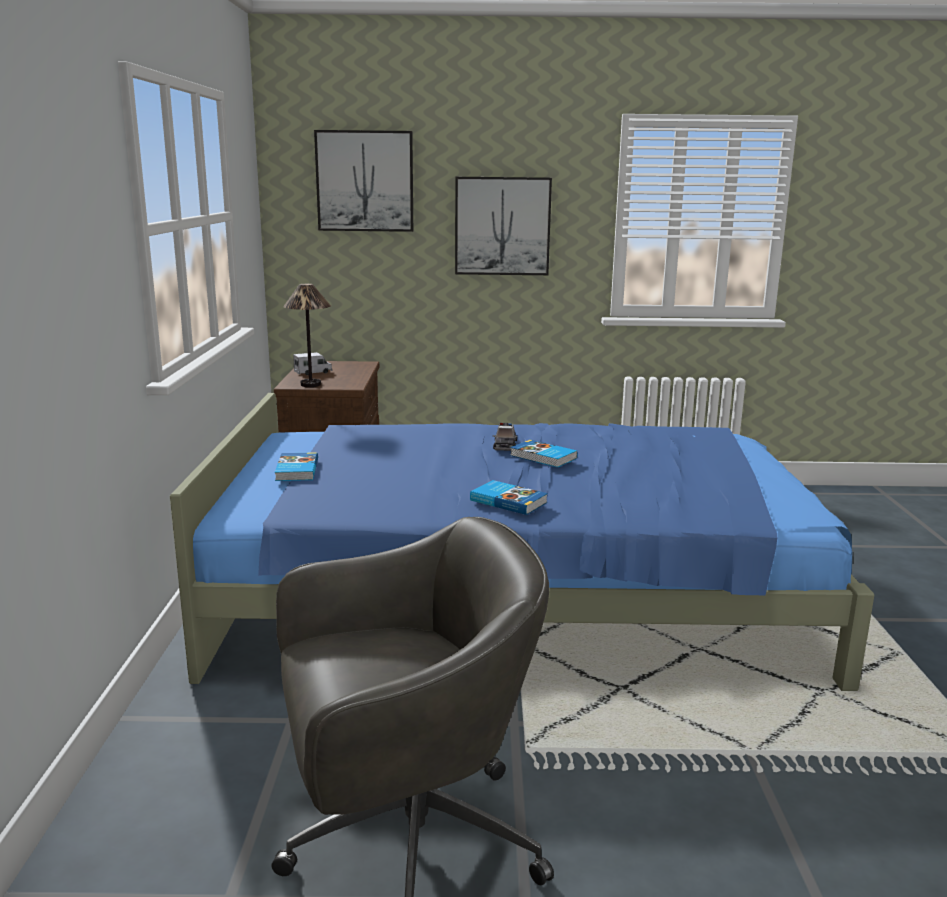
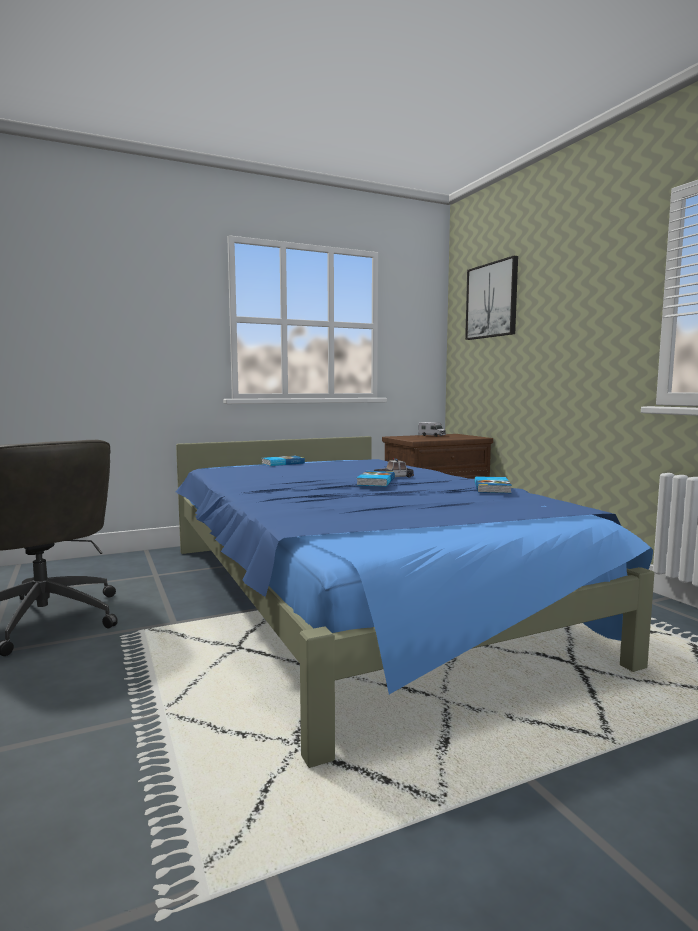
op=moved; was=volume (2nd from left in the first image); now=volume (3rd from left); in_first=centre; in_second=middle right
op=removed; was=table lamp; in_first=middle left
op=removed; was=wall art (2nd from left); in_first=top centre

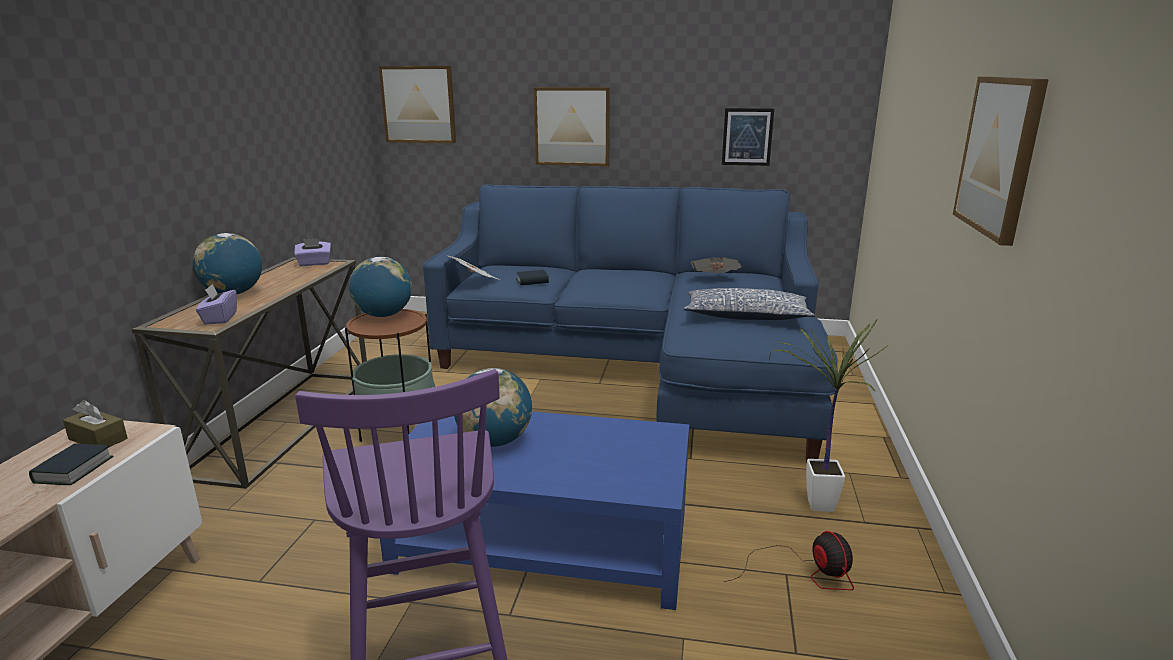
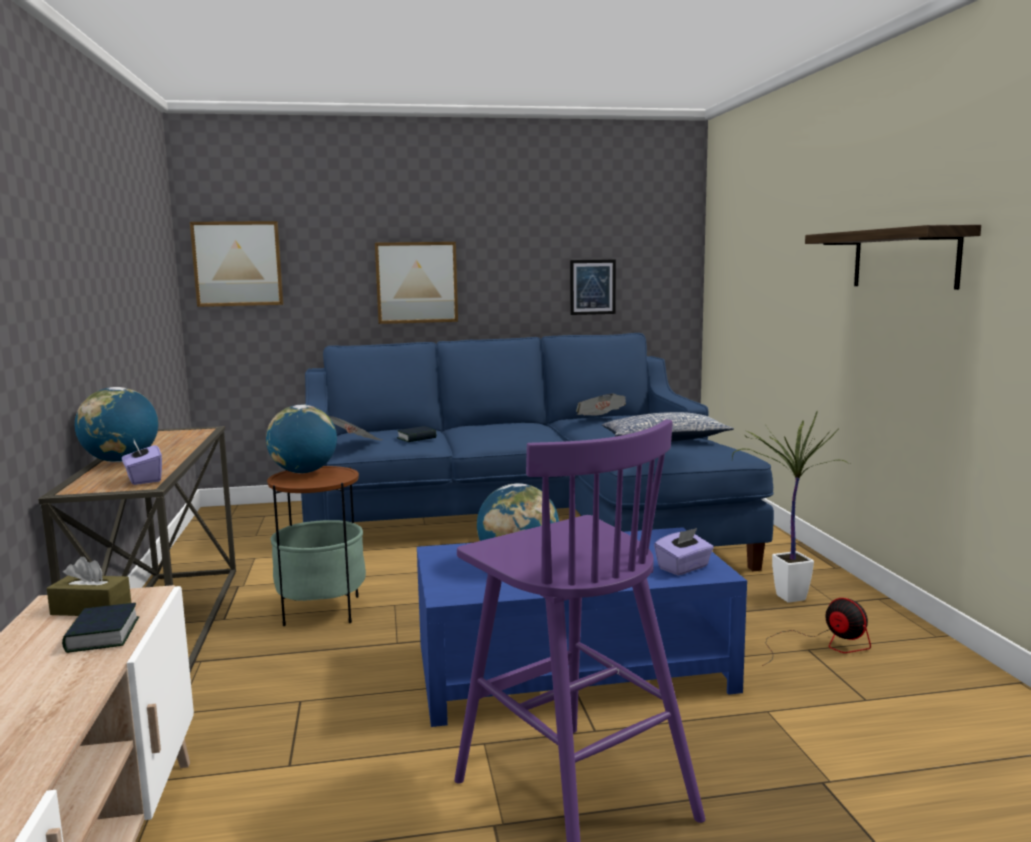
op=moved; was=purple-coloured box of tissues (2nd from left); in_first=middle left; in_second=centre
op=replaced; was=wall art (4th from left); now=bracket shelf; in_first=top right; in_second=top right

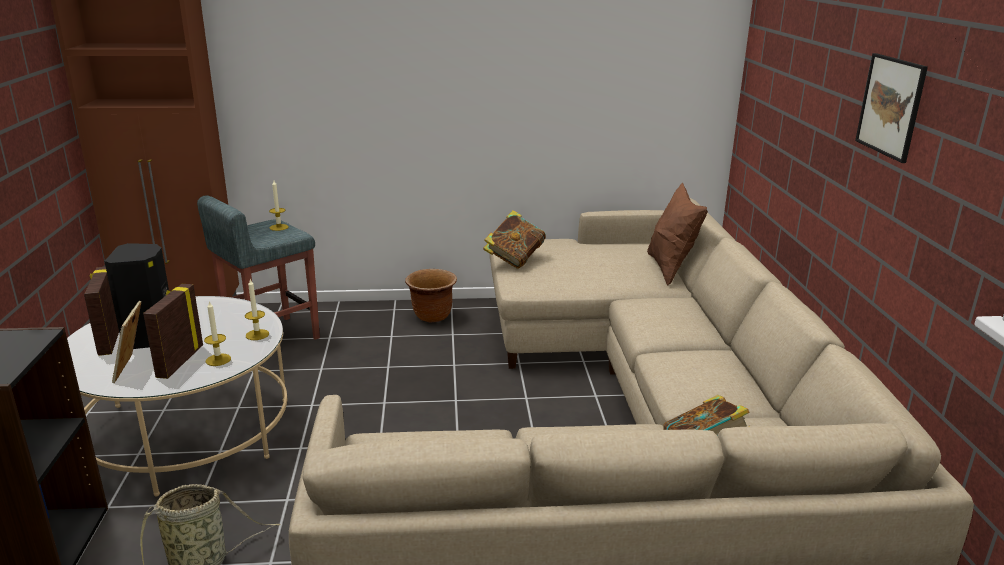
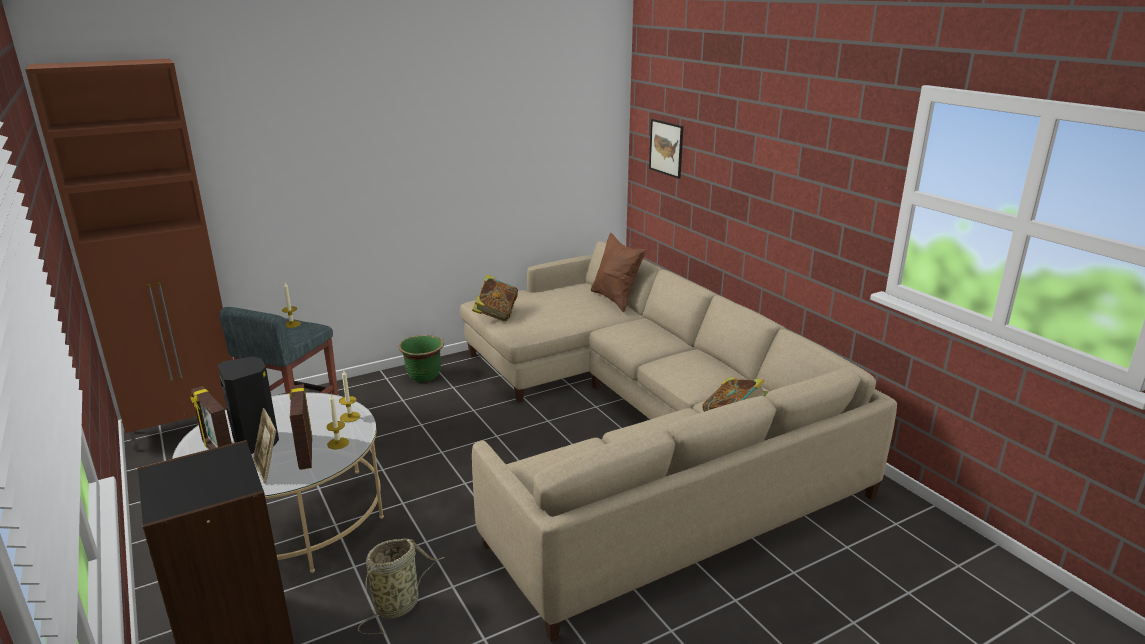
op=recoloured; was=brownish flower pot; now=greenish flower pot; in_first=centre; in_second=centre
op=moved; was=wall art; in_first=top right; in_second=top centre

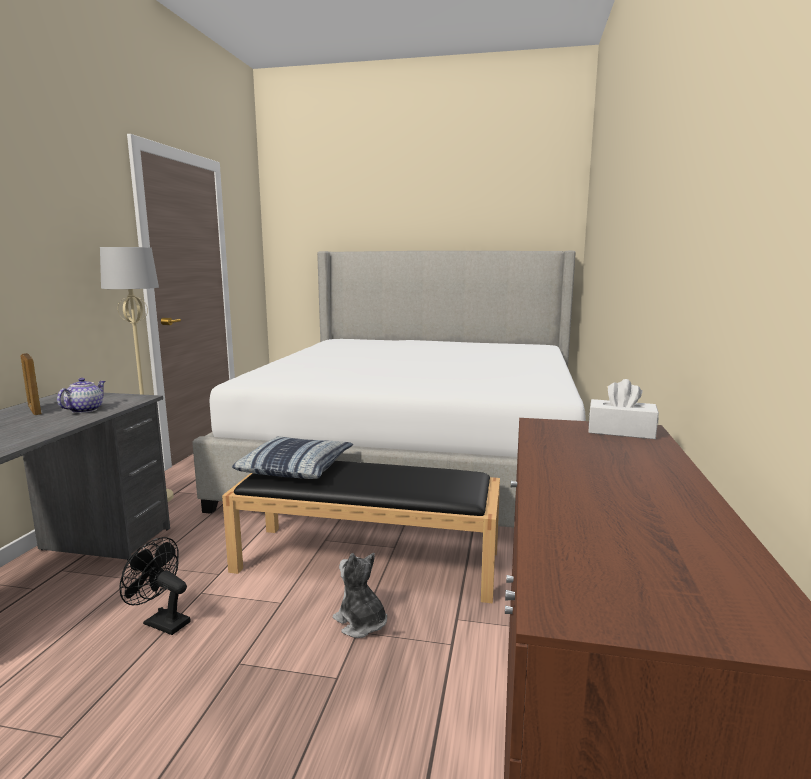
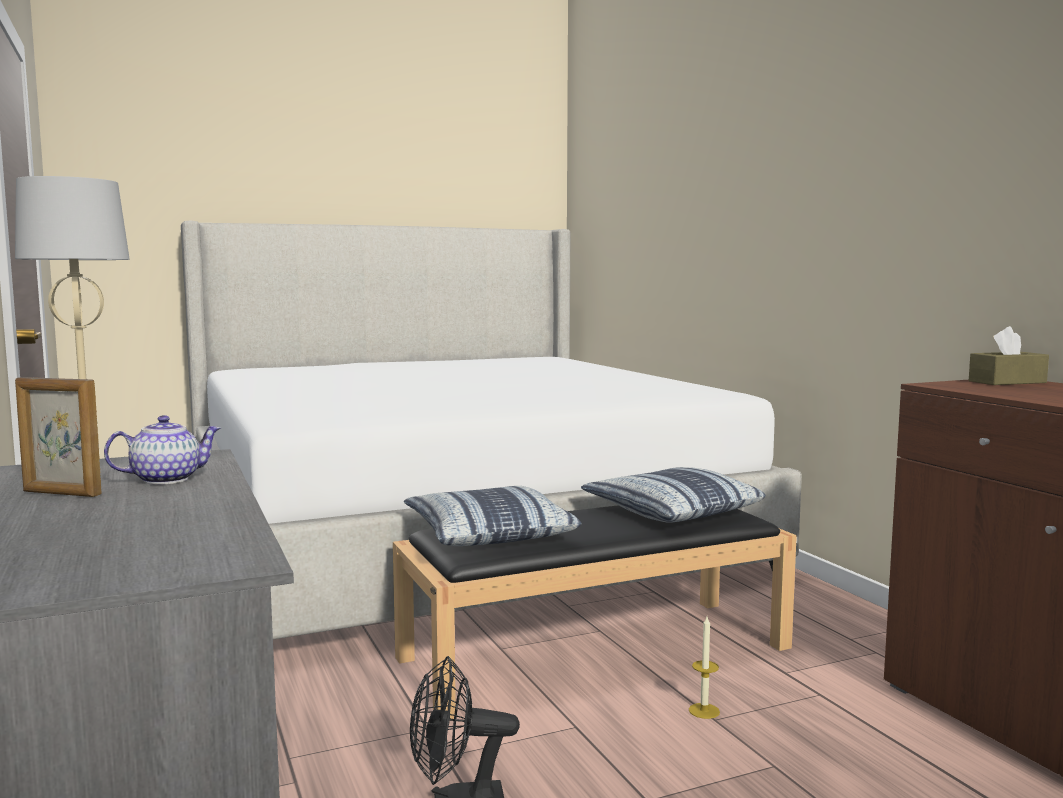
op=turned; was=tea pot; in_first=middle left; in_second=middle left; clockwise=75
op=added; now=throw pillow (2nd from left); in_second=centre
op=replaced; was=cuddly toy; now=candle; in_first=bottom centre; in_second=bottom centre
op=recoloured; was=white-coloured box of tissues; now=brownish box of tissues; in_first=middle right; in_second=middle right

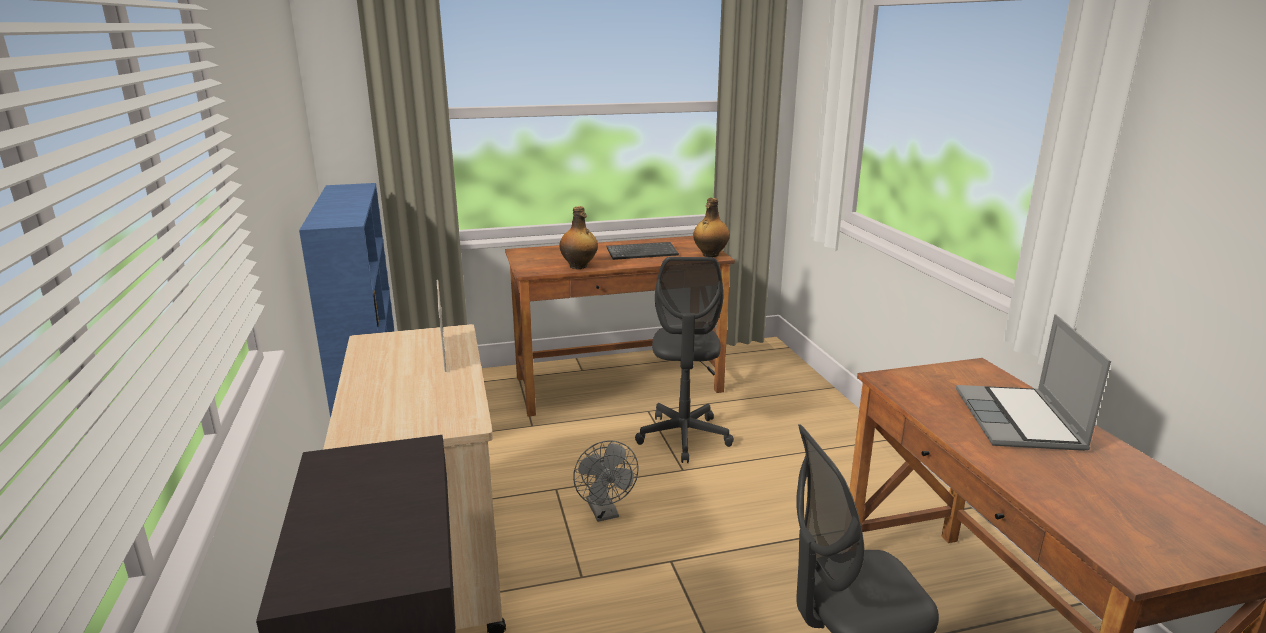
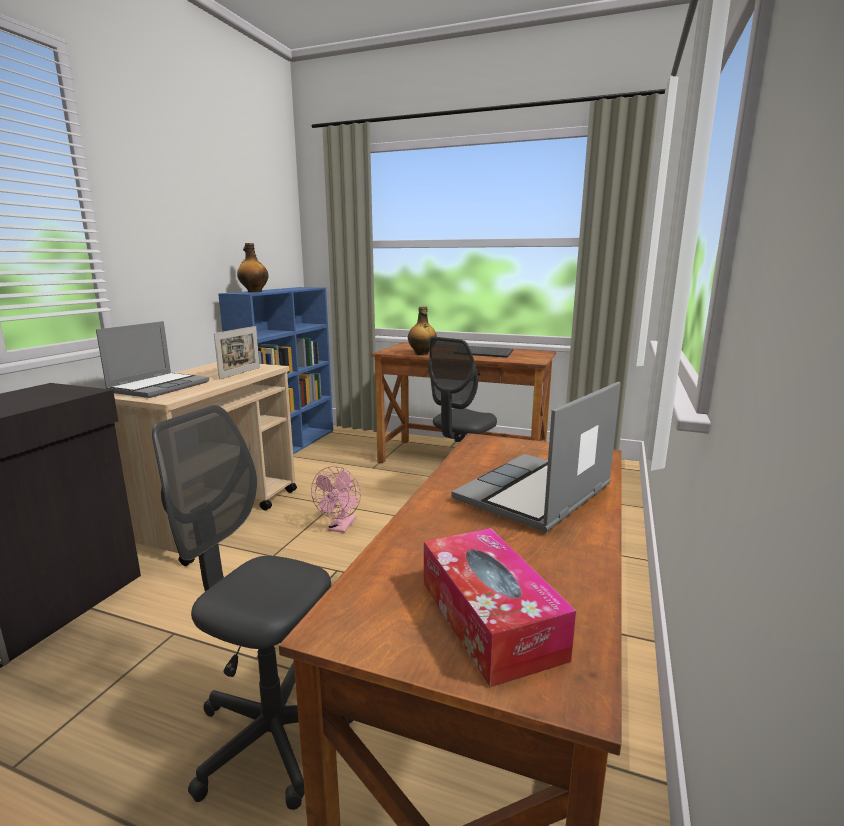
op=added; now=notebook computer (1st from left); in_second=middle left
op=moved; was=beverage bottle (2nd from left in the first image); now=beverage bottle (1st from left); in_first=centre; in_second=top left
op=recoloured; was=gray fan; now=pink fan; in_first=bottom centre; in_second=centre
op=added; now=box of tissues; in_second=bottom centre

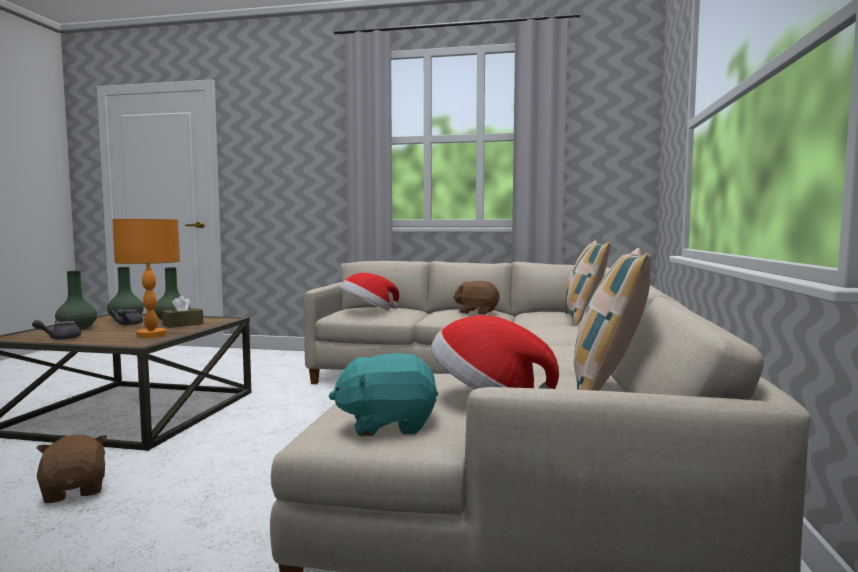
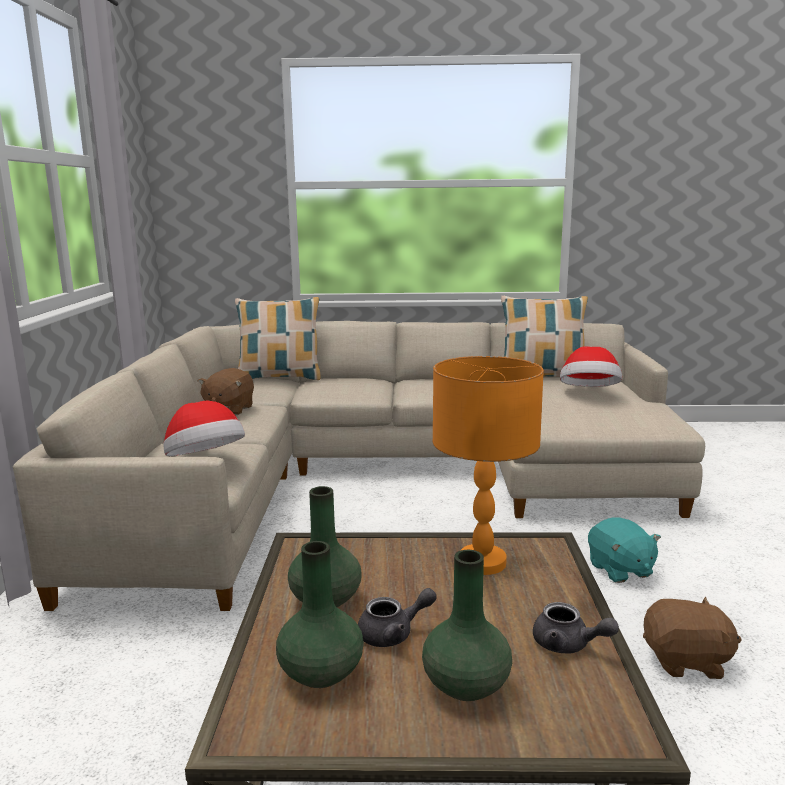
op=moved; was=blue-green cuddly toy; in_first=bottom centre; in_second=bottom right
op=turned; was=brownish cuddly toy (1st from left in the first image); in_first=bottom left; in_second=bottom right; clockwise=-135
op=removed; was=brownish box of tissues; in_first=middle left

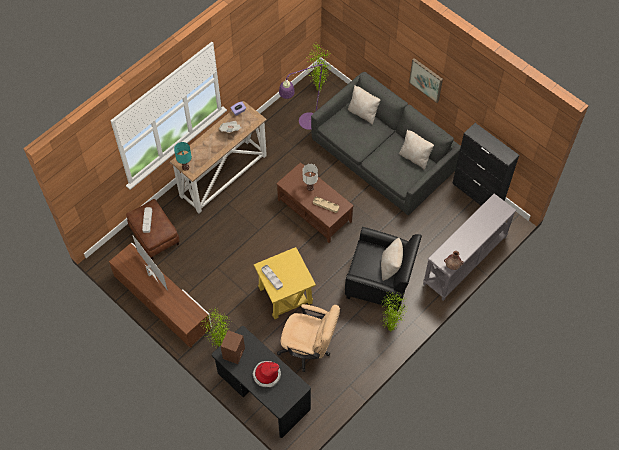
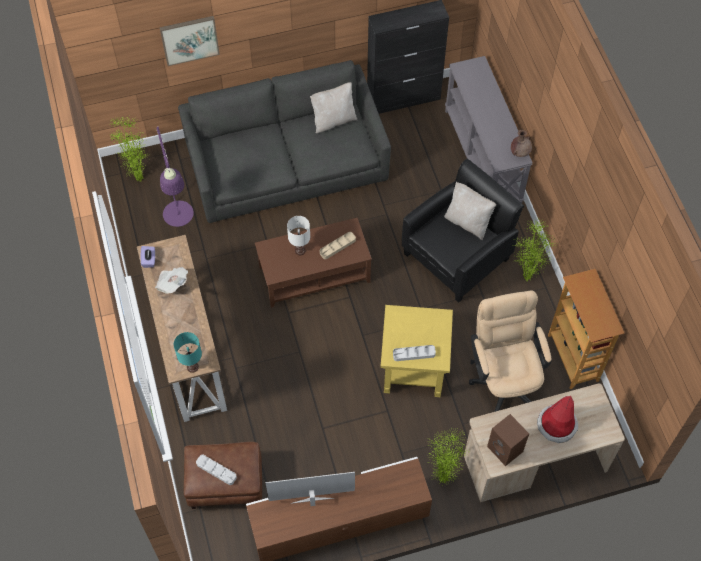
op=moved; was=wall art; in_first=top right; in_second=top left
op=recoloured; was=blackish desk unit; now=sand-coloured desk unit; in_first=bottom centre; in_second=bottom right
op=turned; was=sand-coloured computer chair; in_first=bottom centre; in_second=middle right; clockwise=-60
op=added; now=bookcase; in_second=middle right
op=removed; was=sand-coloured throw pillow (1st from left); in_first=top centre

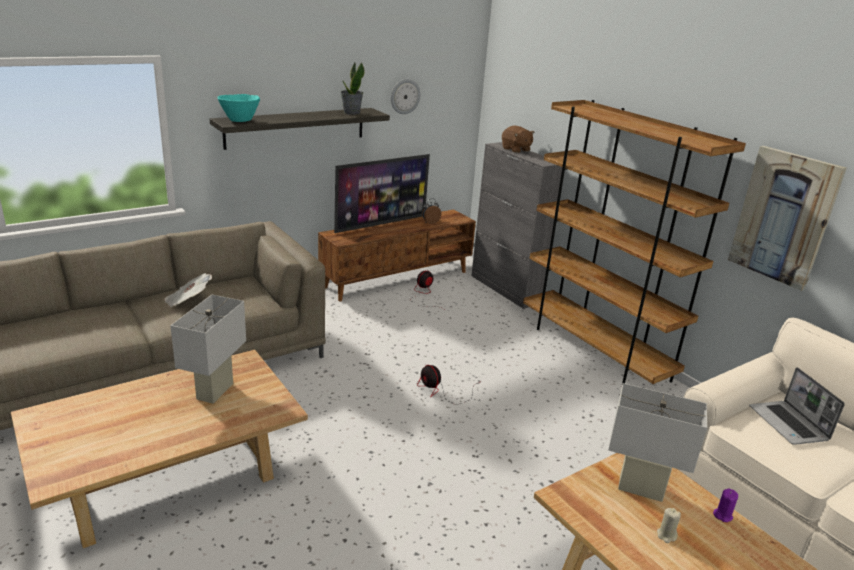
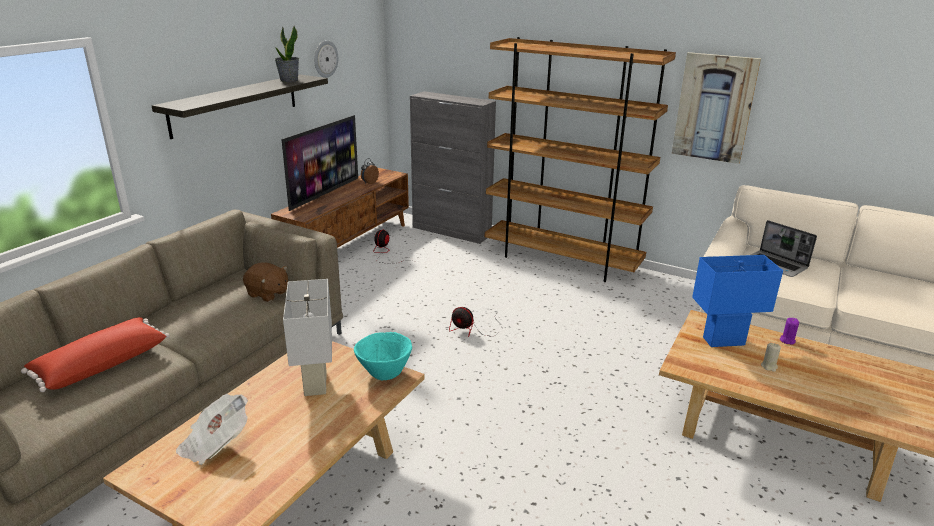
op=added; now=red throw pillow; in_second=bottom left
op=moved; was=printed paper; in_first=middle left; in_second=bottom left
op=moved; was=brownish cuddly toy; in_first=top centre; in_second=middle left
op=moved; was=blue-green deep dish; in_first=top left; in_second=bottom centre
op=recoloured; was=white-coloured table lamp (2nd from left); now=blue table lamp; in_first=bottom right; in_second=middle right

